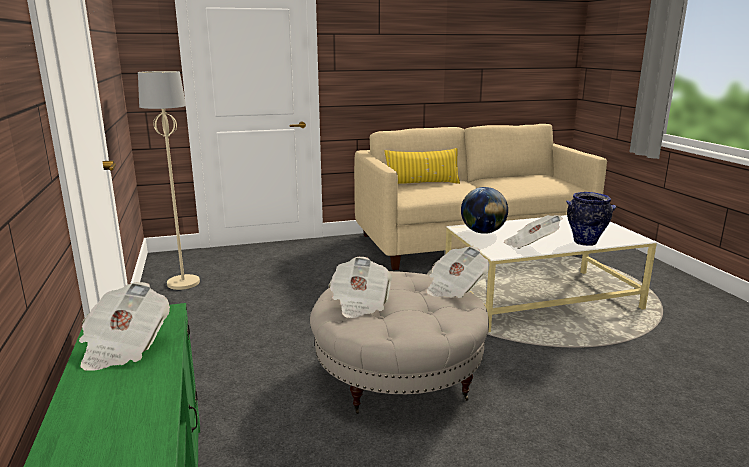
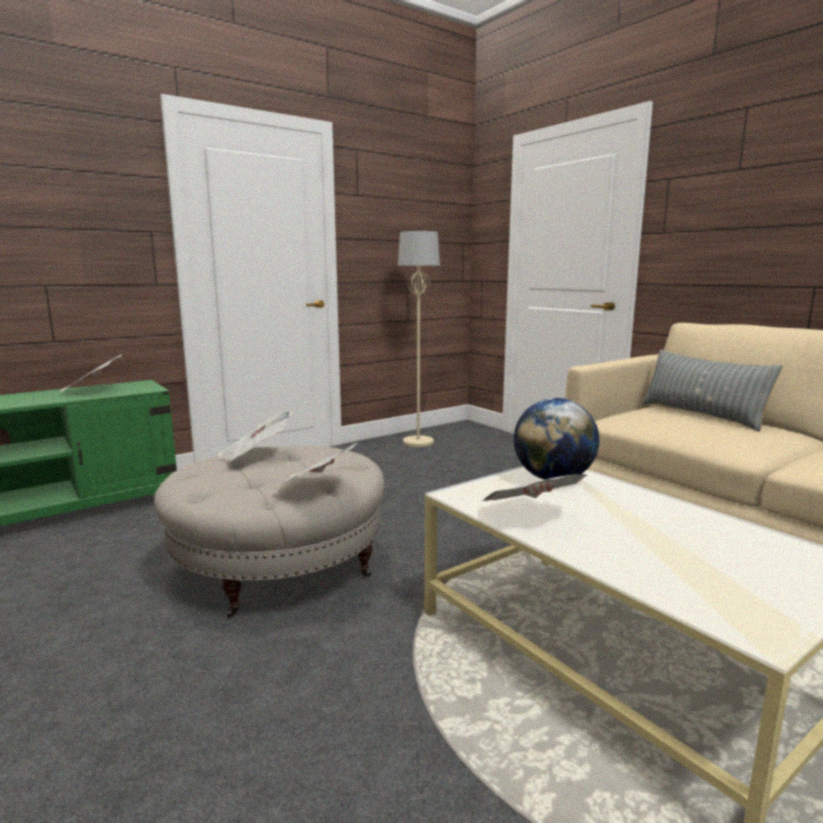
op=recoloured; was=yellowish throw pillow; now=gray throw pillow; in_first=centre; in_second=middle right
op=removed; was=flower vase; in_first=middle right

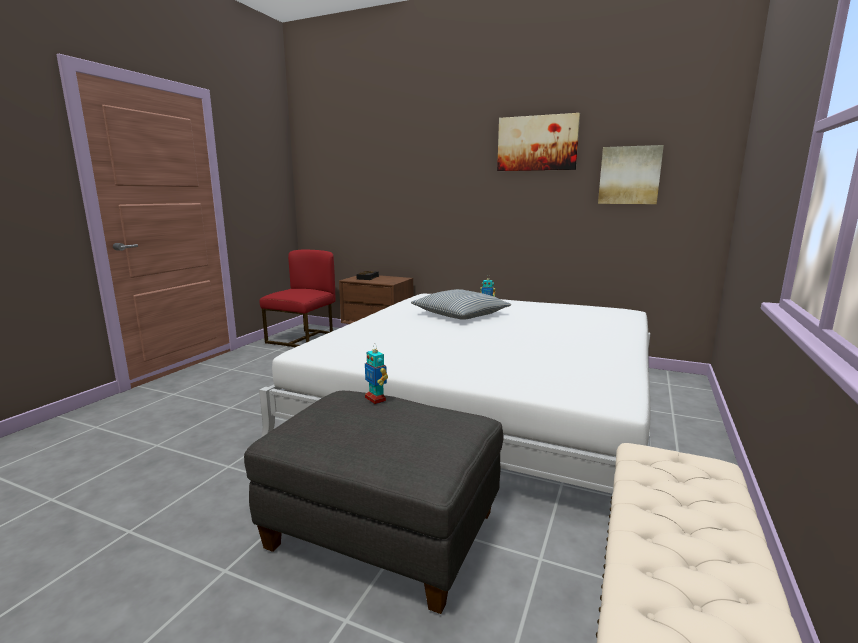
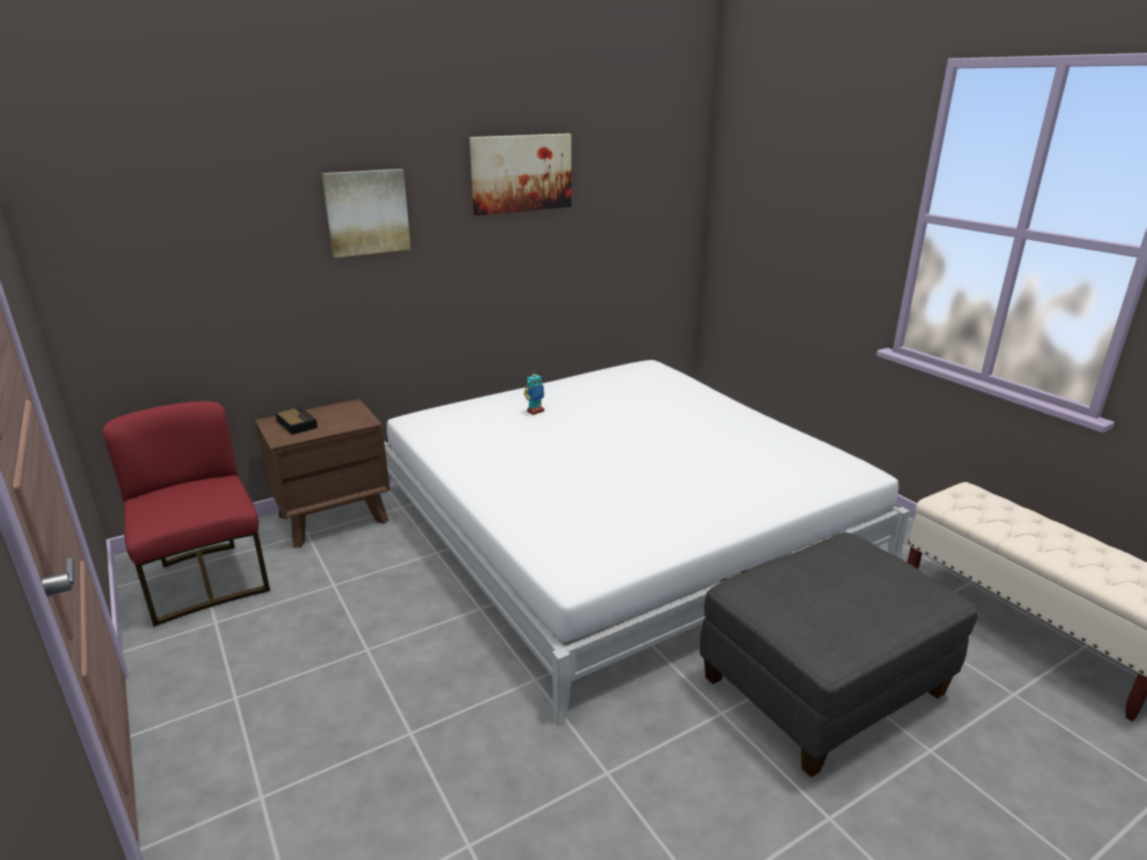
op=moved; was=wall art (2nd from left in the first image); now=wall art (1st from left); in_first=top right; in_second=top left
op=removed; was=toy robot (1st from left); in_first=centre
op=removed; was=throw pillow; in_first=centre

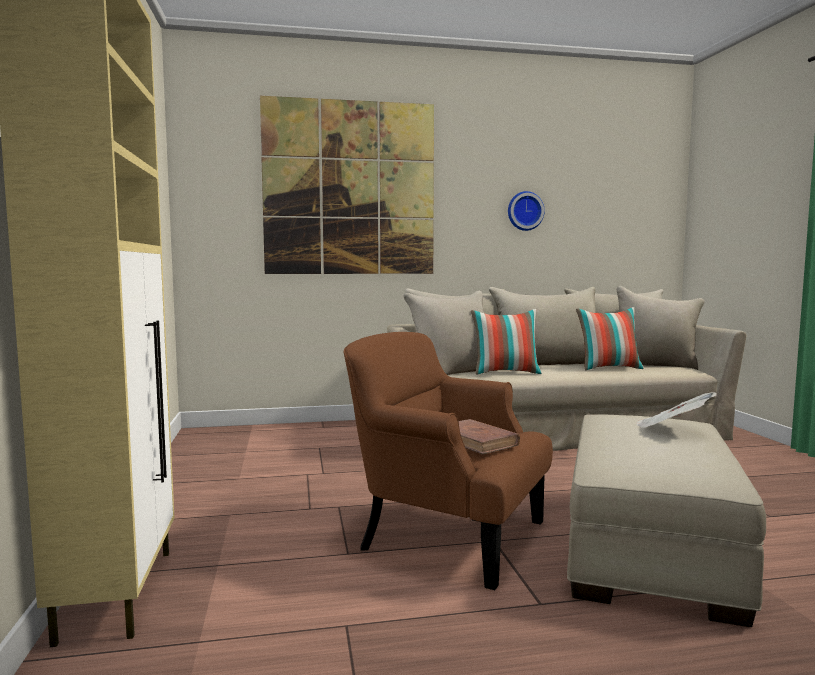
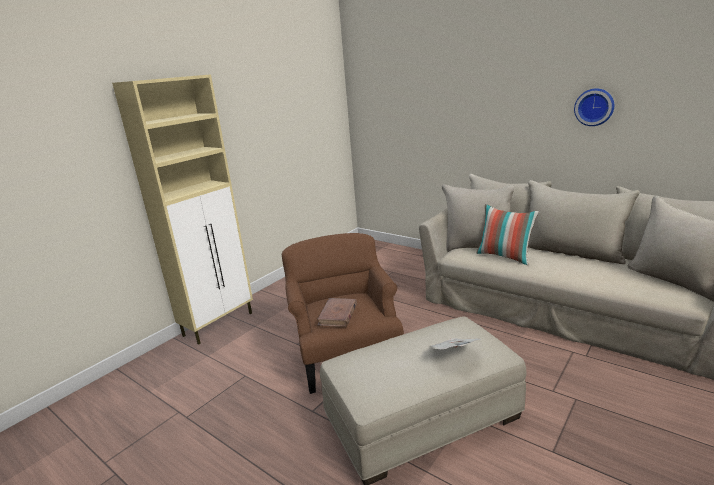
op=removed; was=wall art; in_first=top centre
op=removed; was=throw pillow (2nd from left); in_first=middle right

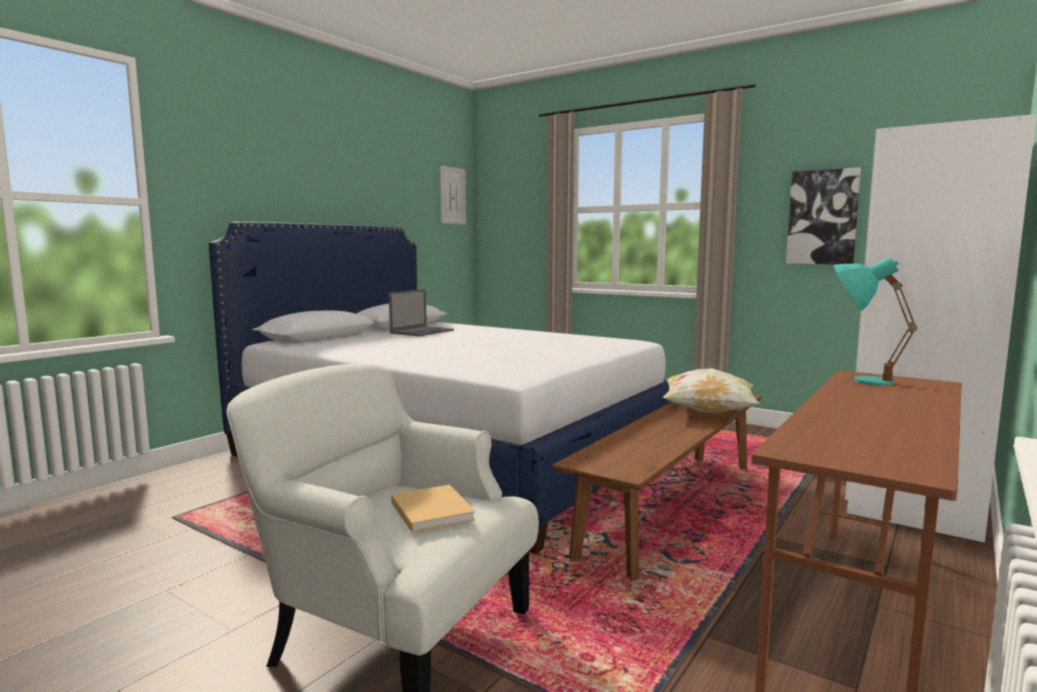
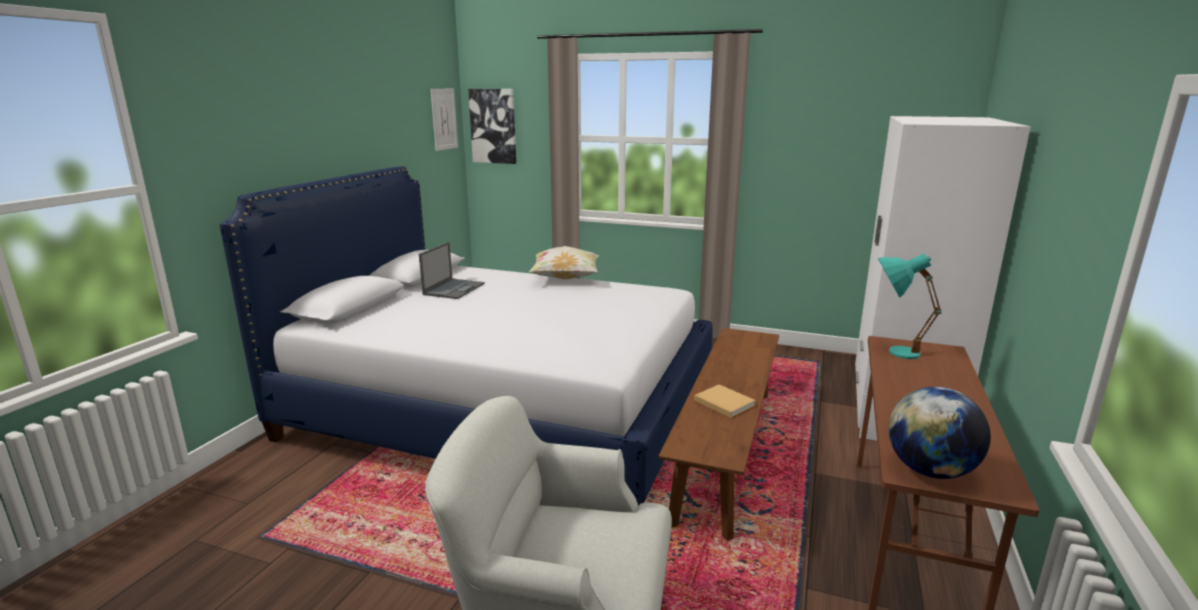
op=moved; was=wall art (2nd from left); in_first=top right; in_second=top centre
op=moved; was=throw pillow; in_first=middle right; in_second=centre
op=moved; was=sand-coloured volume; in_first=bottom centre; in_second=centre
op=added; now=desk globe; in_second=bottom right

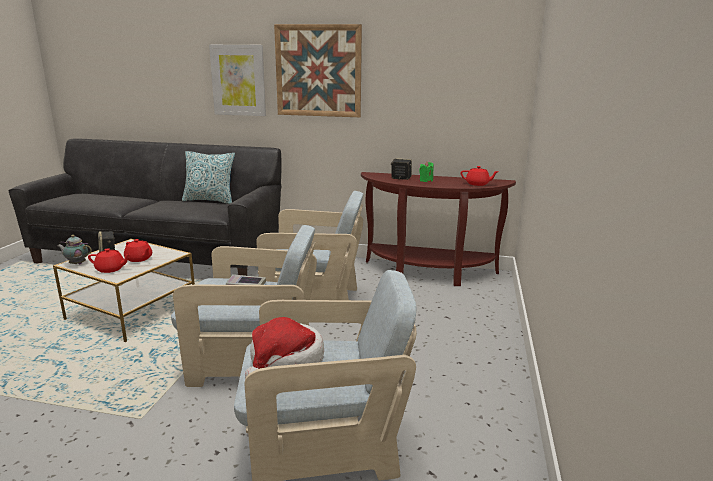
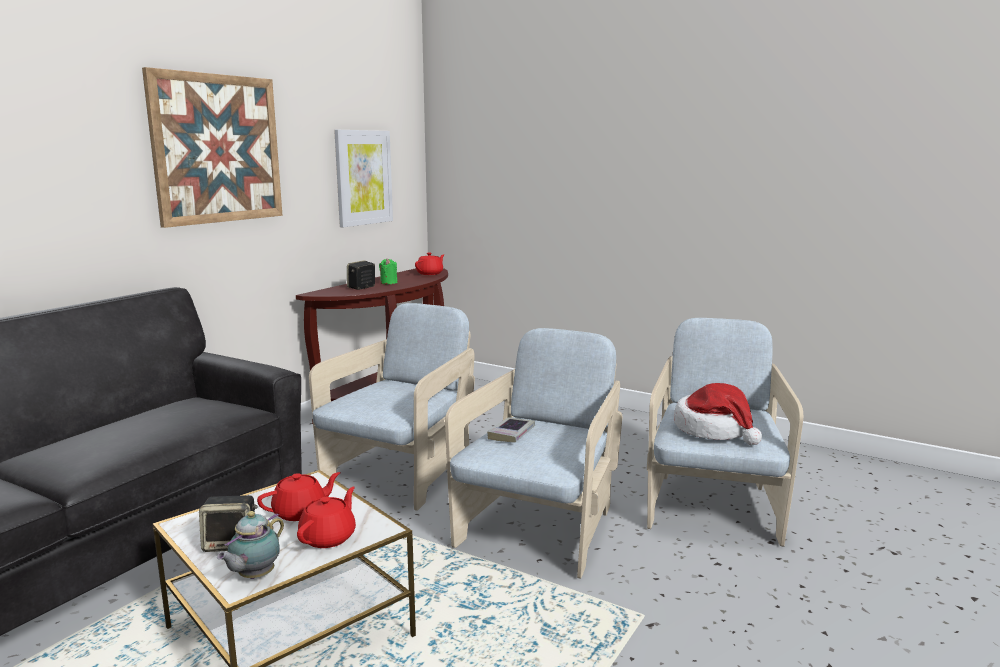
op=moved; was=wall art (1st from left in the first image); now=wall art (2nd from left); in_first=top left; in_second=top centre
op=removed; was=throw pillow; in_first=middle left

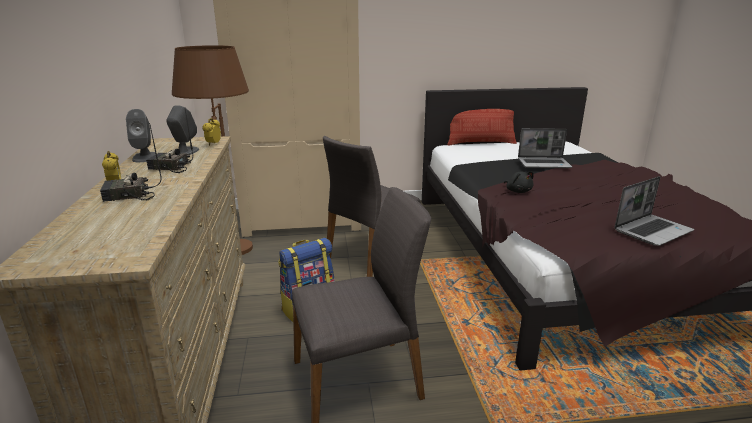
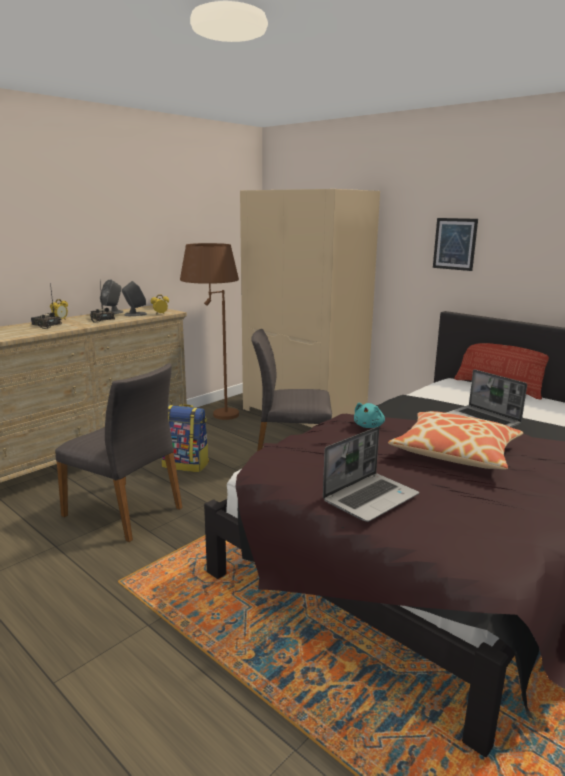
op=turned; was=notebook computer (2nd from left in the first image); in_first=middle right; in_second=centre; clockwise=-60
op=recoloured; was=blackish cuddly toy; now=blue-green cuddly toy; in_first=middle right; in_second=centre
op=added; now=throw pillow (1st from left); in_second=middle right
op=added; now=wall art; in_second=top right

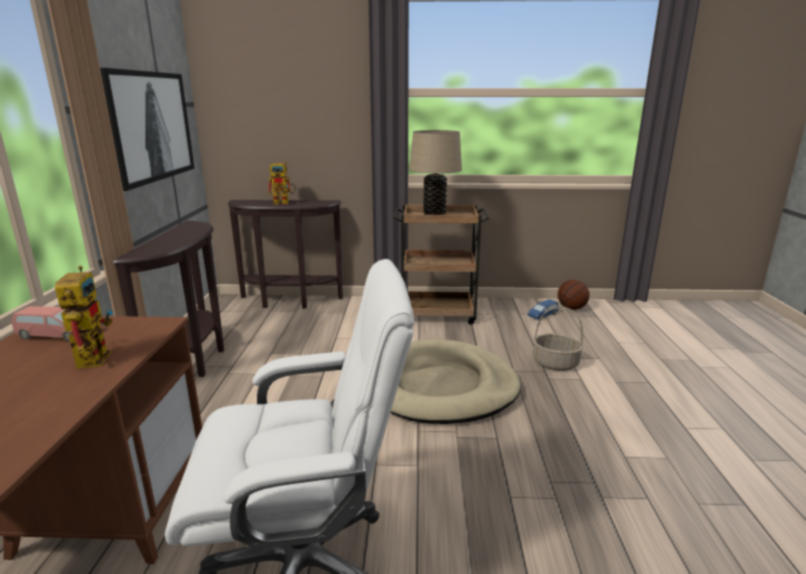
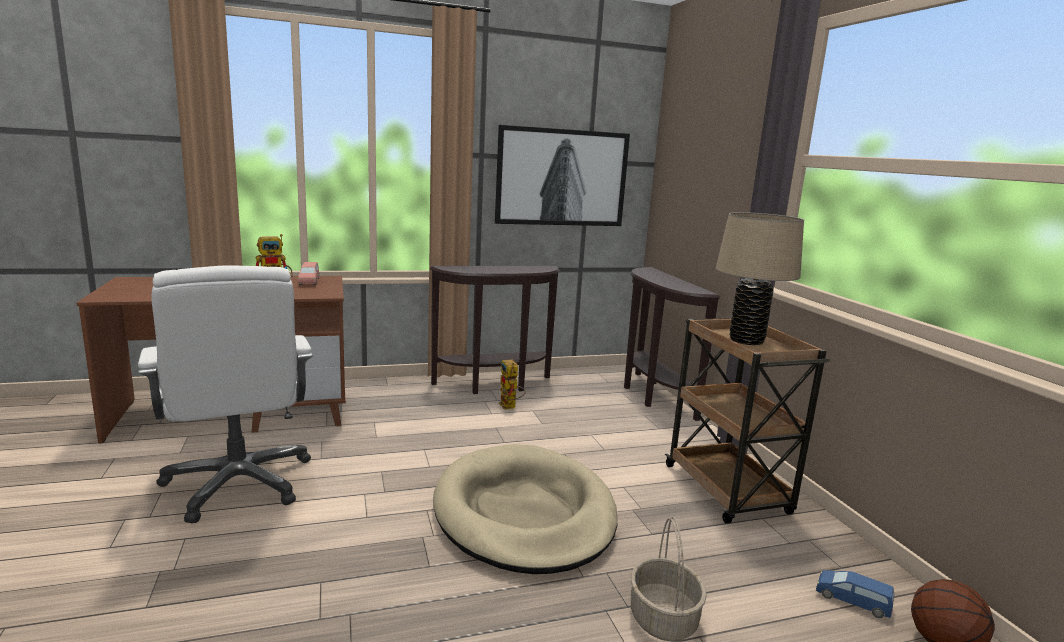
op=moved; was=toy robot (2nd from left); in_first=top centre; in_second=centre

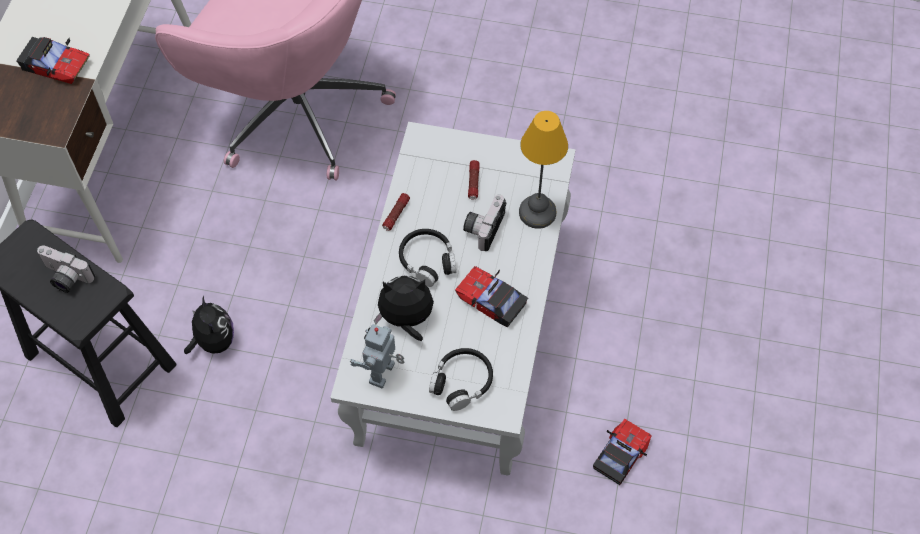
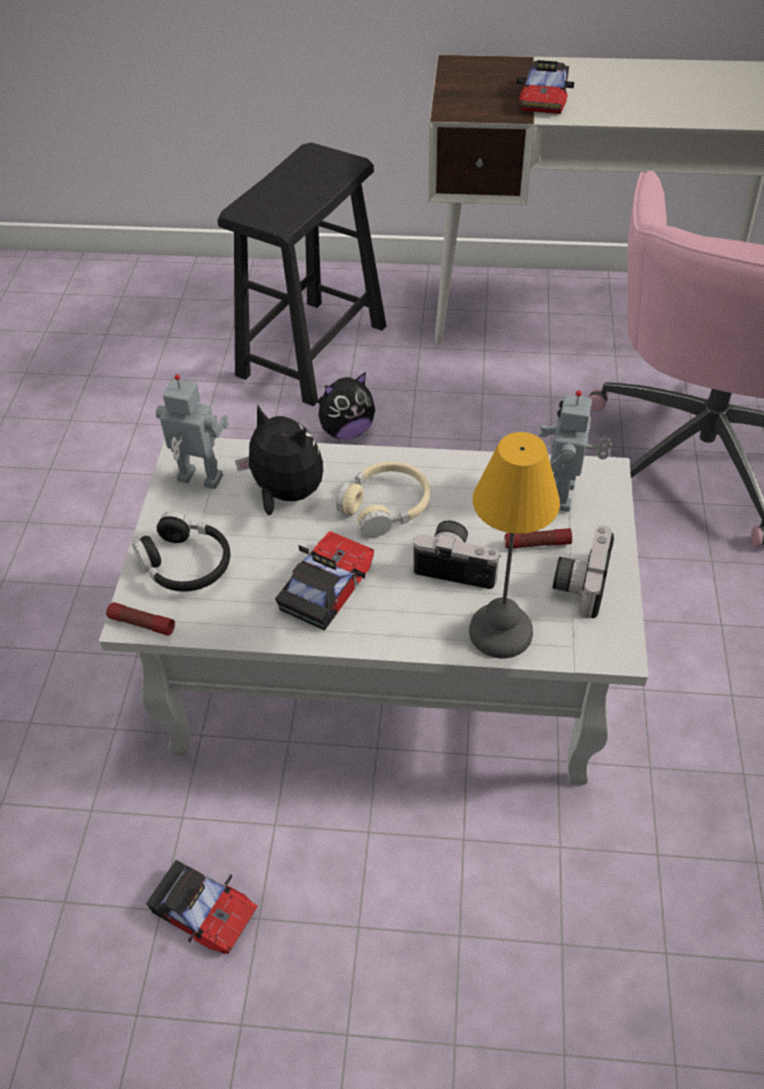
op=moved; was=flashlight (1st from left); in_first=centre; in_second=middle left
op=turned; was=cuddly toy (2nd from left in the first image); in_first=centre; in_second=centre; clockwise=-45
op=recoloured; was=blackish headphones (1st from left); now=sand-coloured headphones; in_first=centre; in_second=centre
op=added; now=toy robot (2nd from left); in_second=middle right
op=moved; was=photo camera (1st from left in the first image); now=photo camera (2nd from left); in_first=middle left; in_second=middle right

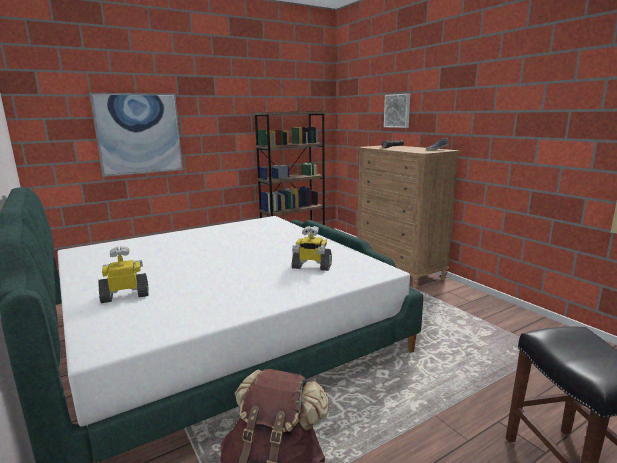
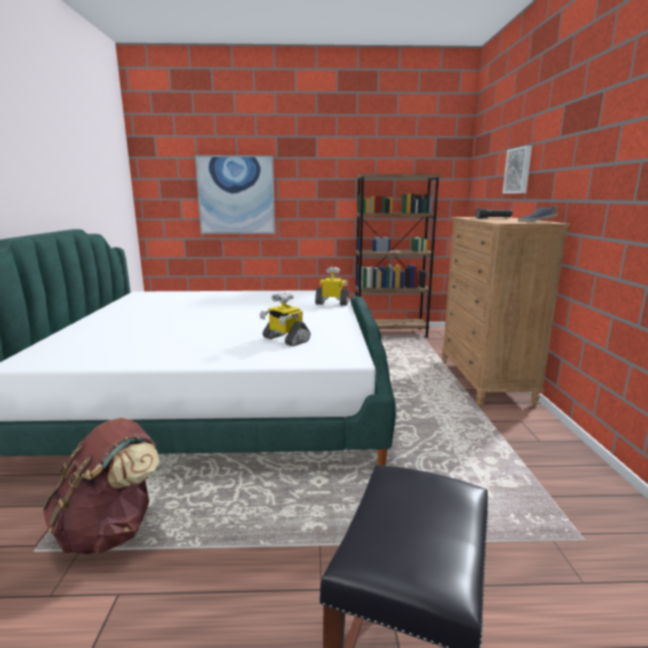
op=moved; was=toy robot (1st from left in the first image); now=toy robot (2nd from left); in_first=middle left; in_second=centre

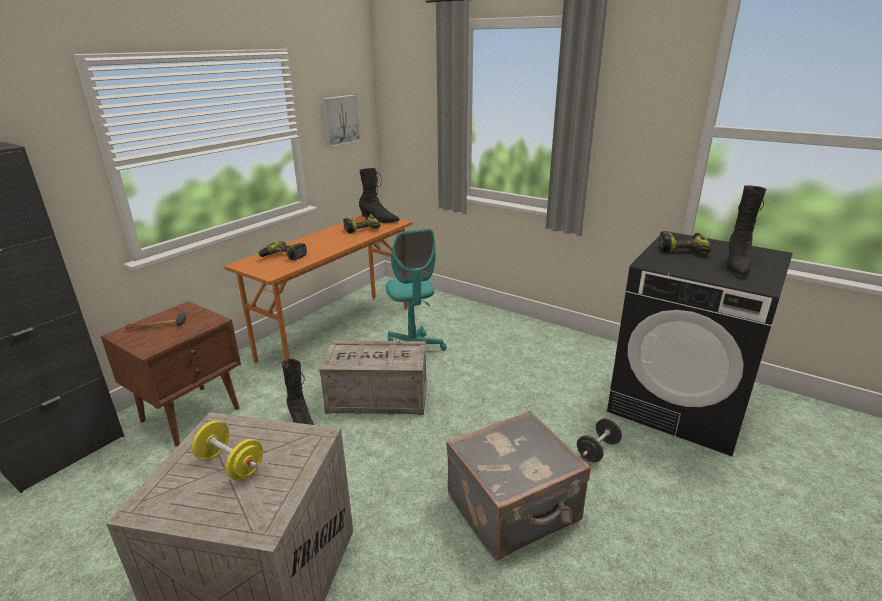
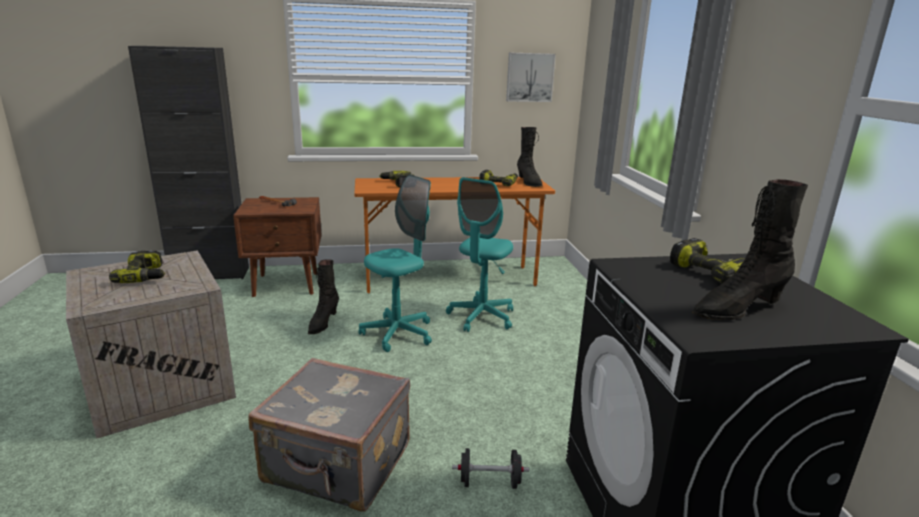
op=replaced; was=yellowish dumbbell; now=electric drill (1st from left); in_first=bottom left; in_second=middle left
op=replaced; was=packing crate (2nd from left); now=blue-green computer chair (1st from left); in_first=centre; in_second=centre

